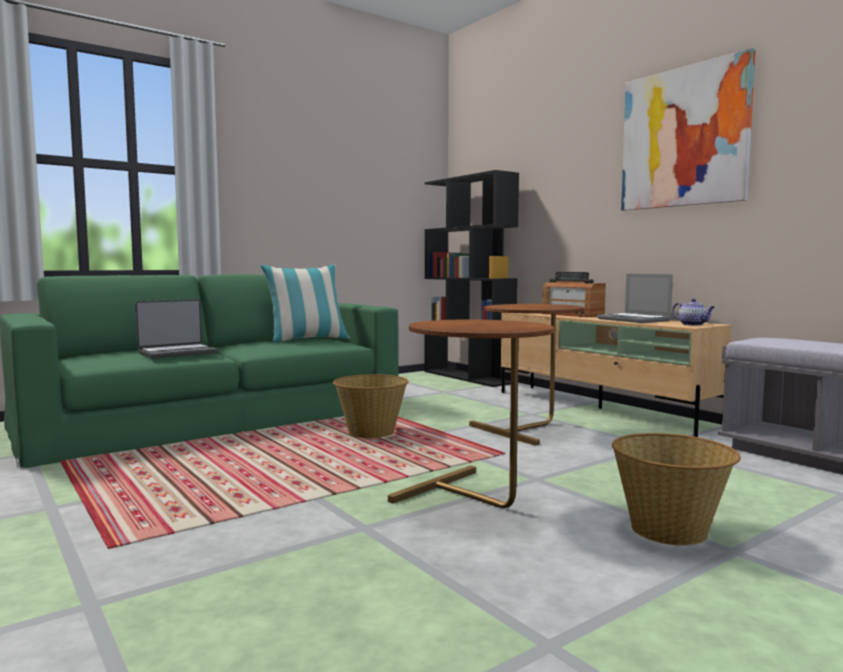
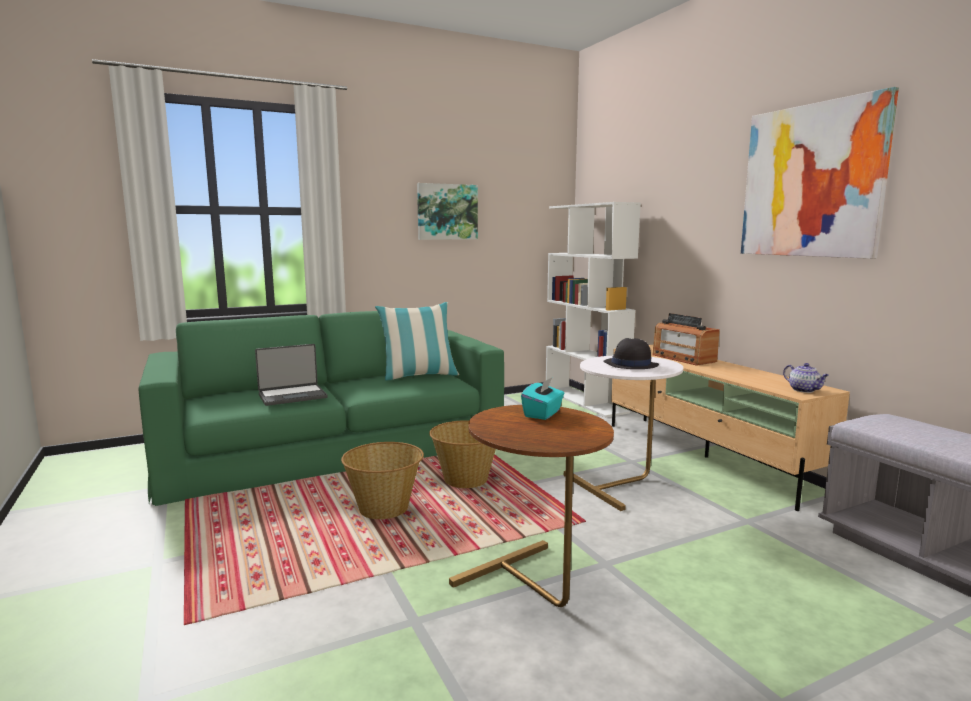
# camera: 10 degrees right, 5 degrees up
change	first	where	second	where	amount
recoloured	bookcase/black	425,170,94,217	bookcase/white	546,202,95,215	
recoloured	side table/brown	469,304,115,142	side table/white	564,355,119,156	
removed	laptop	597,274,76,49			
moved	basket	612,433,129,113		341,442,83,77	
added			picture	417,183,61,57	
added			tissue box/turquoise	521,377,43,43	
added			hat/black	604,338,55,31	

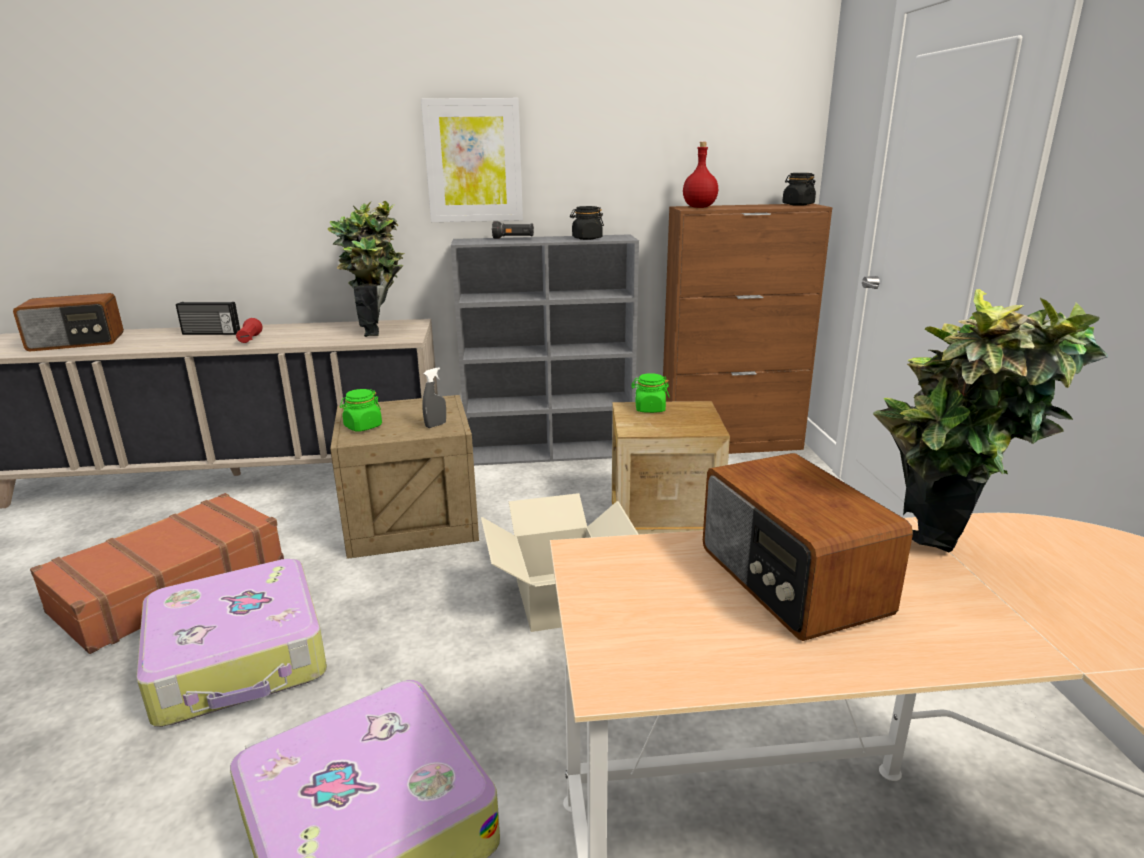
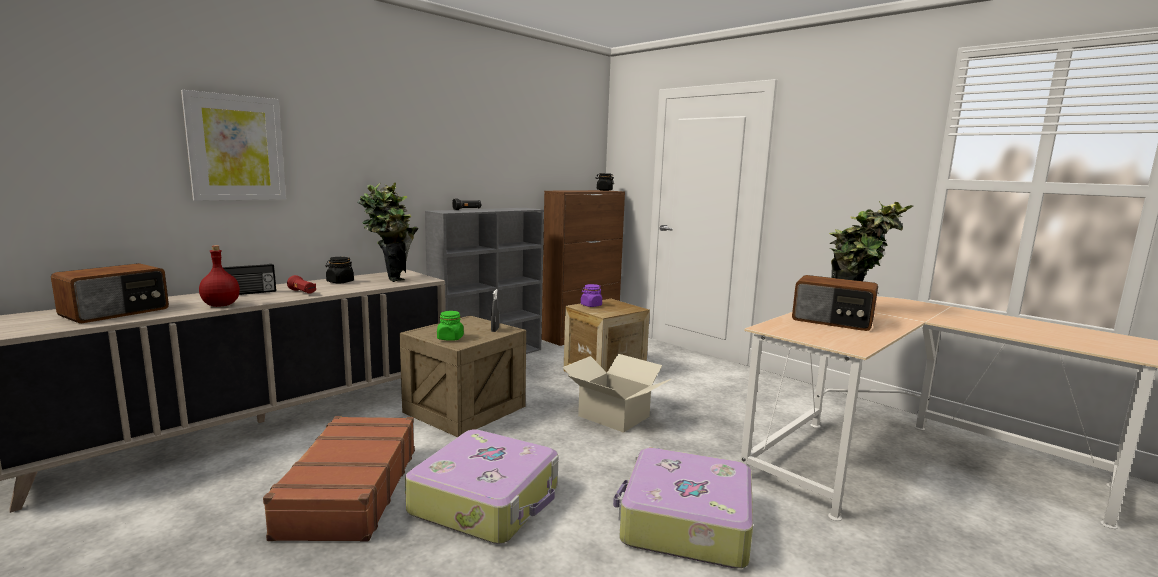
# camera: 40 degrees left, 10 degrees down
change	first	where	second	where	amount
moved	picture	421,98,102,124		181,90,105,111	
moved	jar/black	570,206,34,34		326,257,28,26	
recoloured	jar/green	631,373,39,40	jar/purple	581,284,21,23	
moved	bottle/red	683,142,35,66		199,245,41,62	

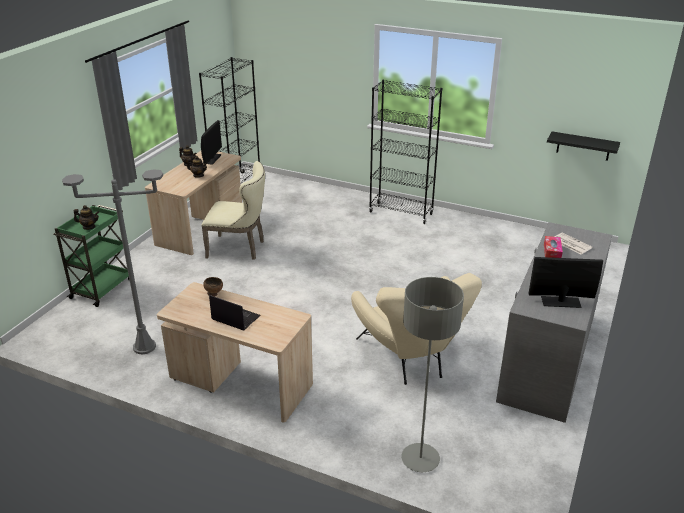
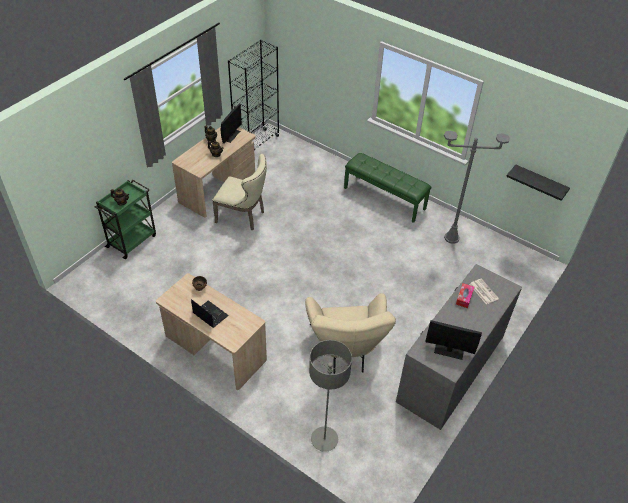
# camera: 10 degrees right, 15 degrees up
change	first	where	second	where	amount
moved	floor lamp/grey	62,169,101,185		444,131,66,113	
replaced	bookcase/black	369,79,73,145	bench/green	344,153,87,70	

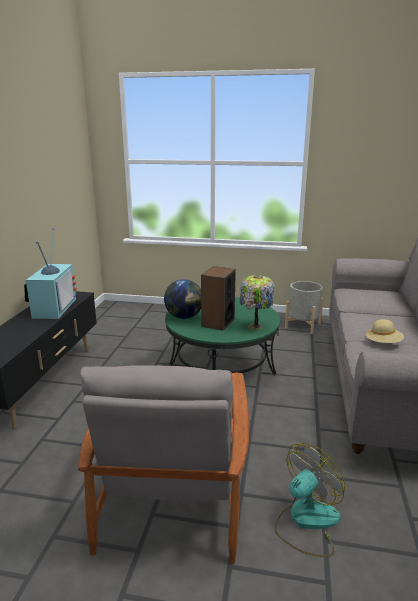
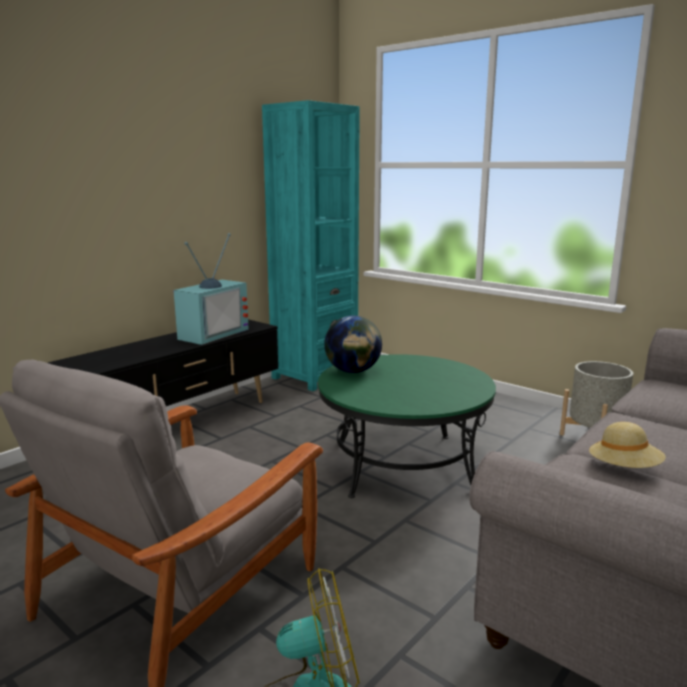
# camera: 30 degrees right, 5 degrees down
change	first	where	second	where	amount
removed	speaker	201,266,35,65			
removed	table lamp	240,275,35,55			
added			bookcase/turquoise	262,100,98,291	

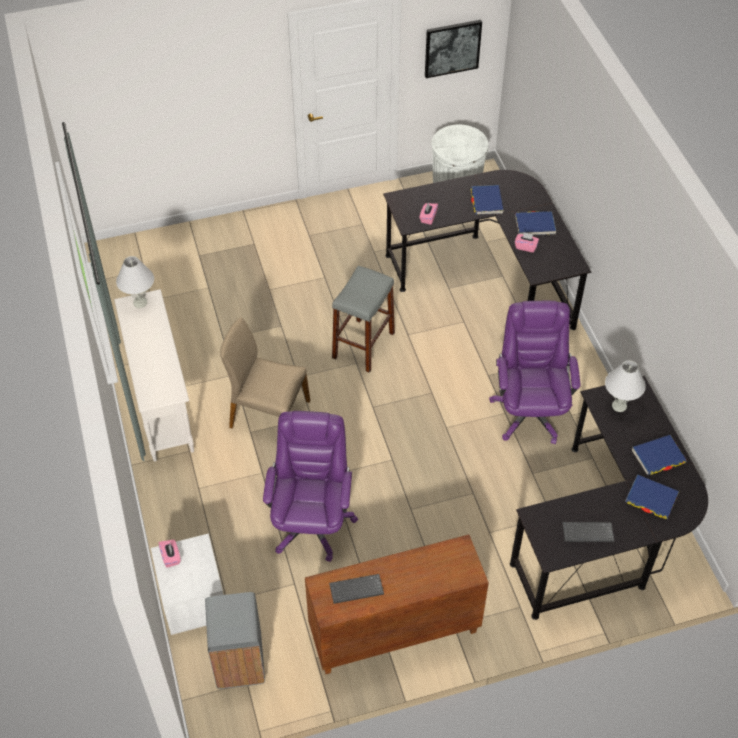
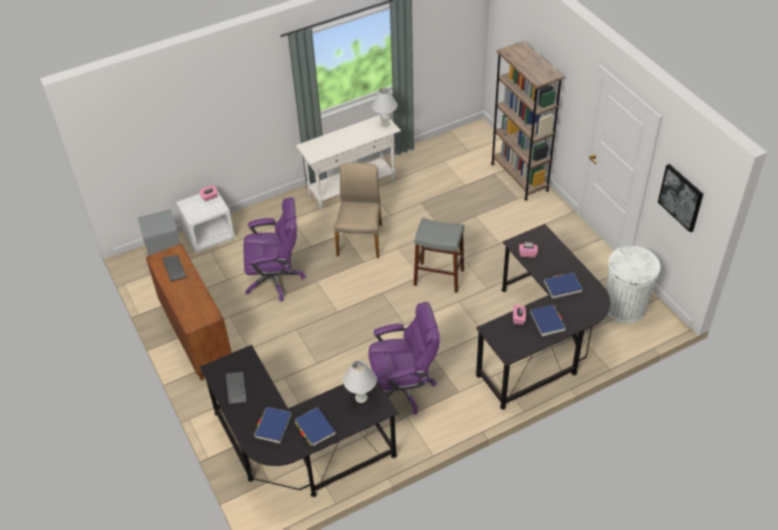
# camera: 80 degrees right, 5 degrees down
change	first	where	second	where	amount
added			bookcase/brown	491,41,73,160	

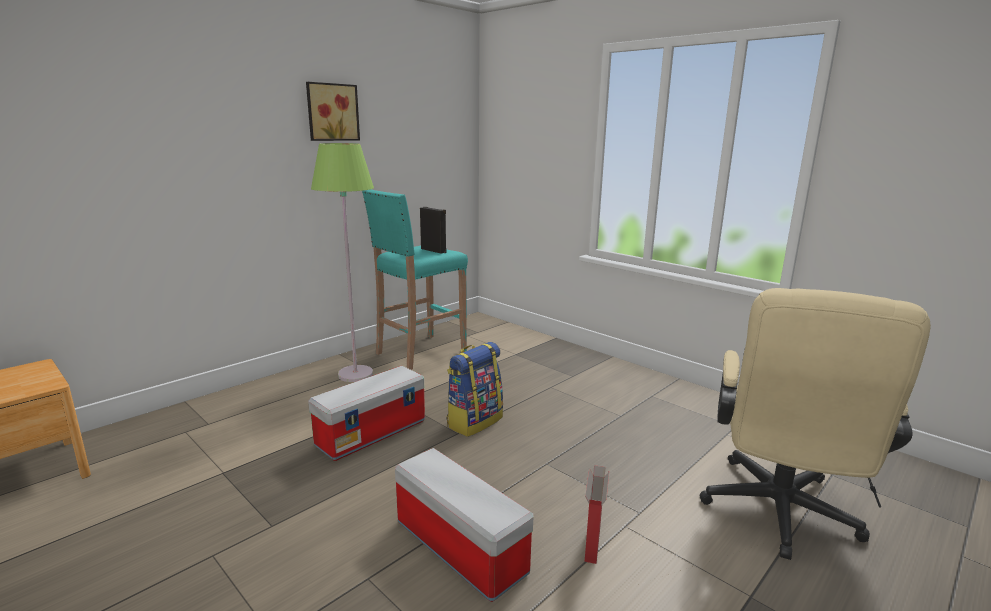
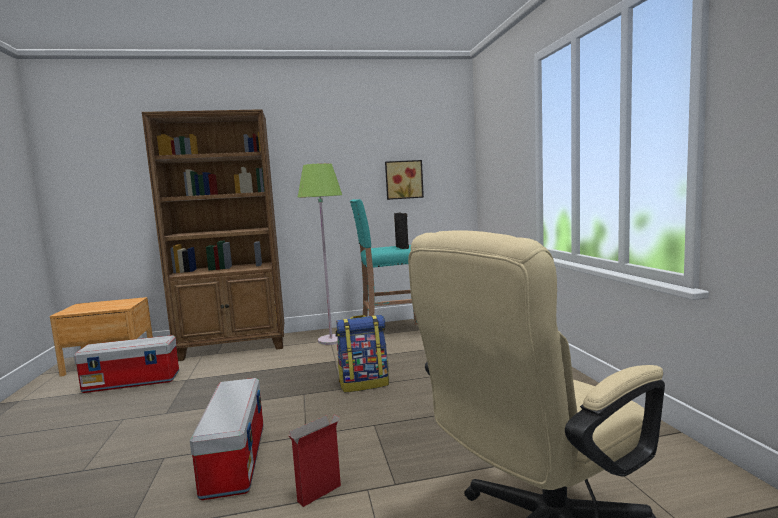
# camera: 35 degrees right, 10 degrees down
change	first	where	second	where	amount
moved	picture	306,82,54,59		385,160,39,40	
moved	storage box	308,366,117,95		74,335,105,58	
added			bookcase/brown	142,109,142,252	

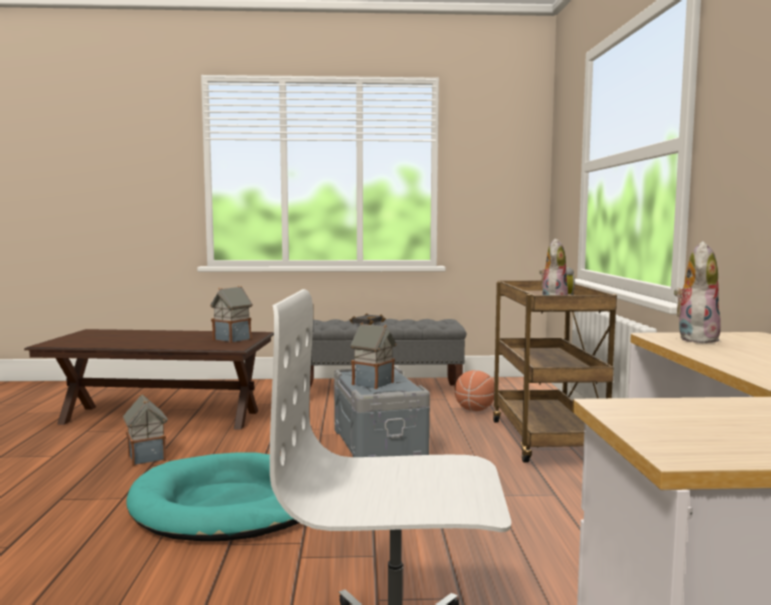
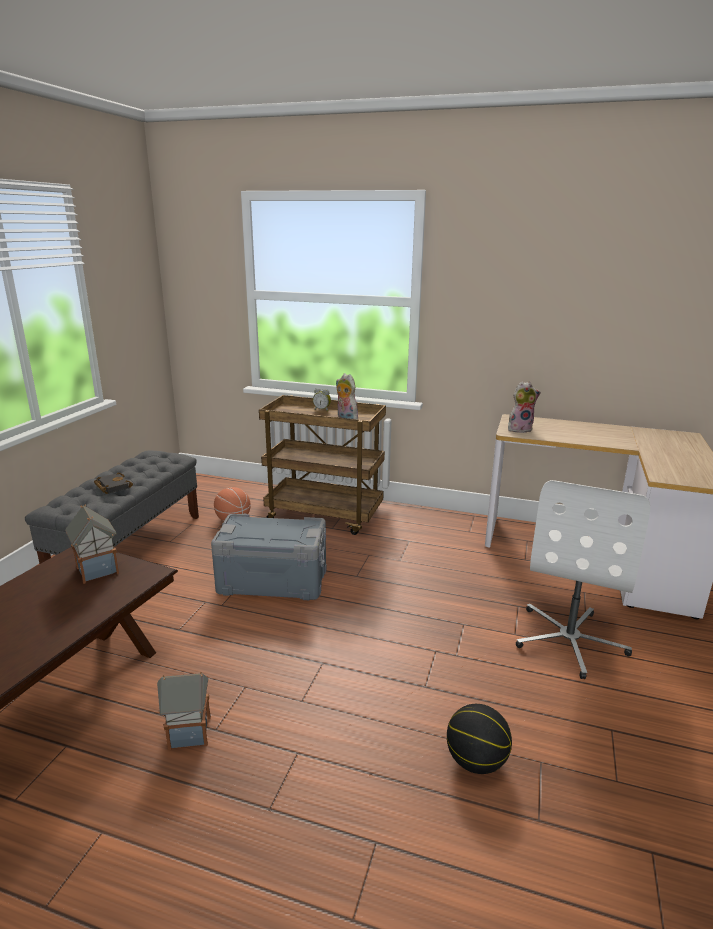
# camera: 70 degrees left, 15 degrees up
change	first	where	second	where	amount
removed	dog bed/turquoise	126,452,173,89			
removed	toy house	350,322,46,67			
turned	plush toy	674,241,47,102		508,382,33,51	120 degrees clockwise
added			basketball	447,704,65,70	

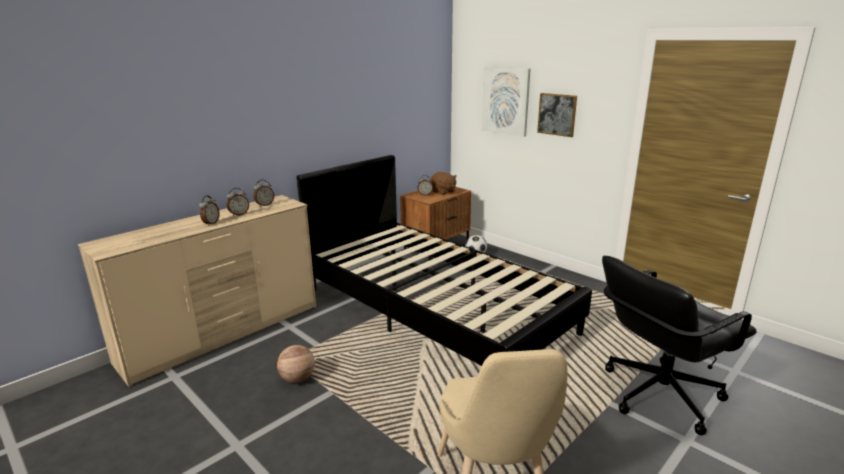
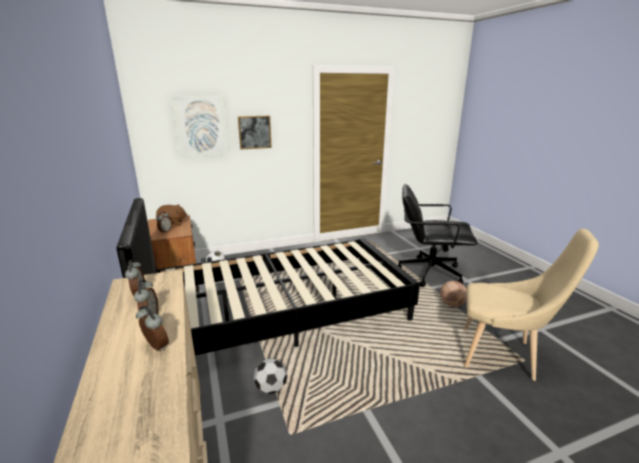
# camera: 65 degrees left, 0 degrees up
change	first	where	second	where	amount
moved	basketball	277,345,38,38		440,281,27,26	
turned	office chair/black	602,256,155,179		398,184,79,103	105 degrees clockwise
added			football	254,358,33,36	

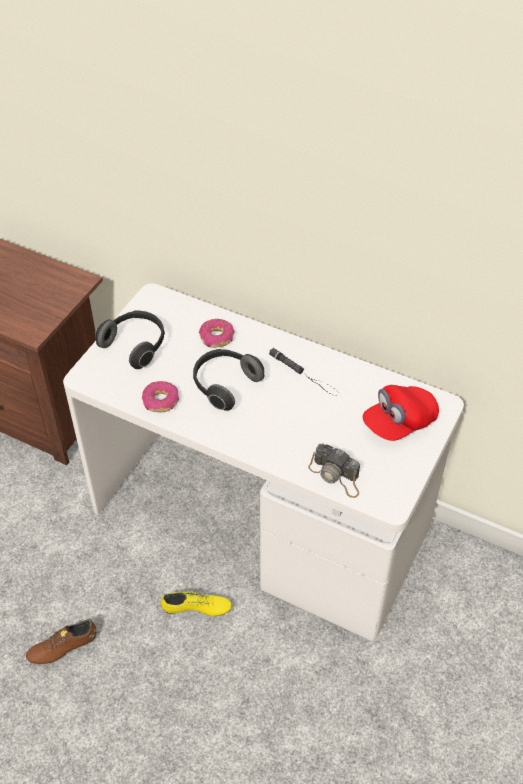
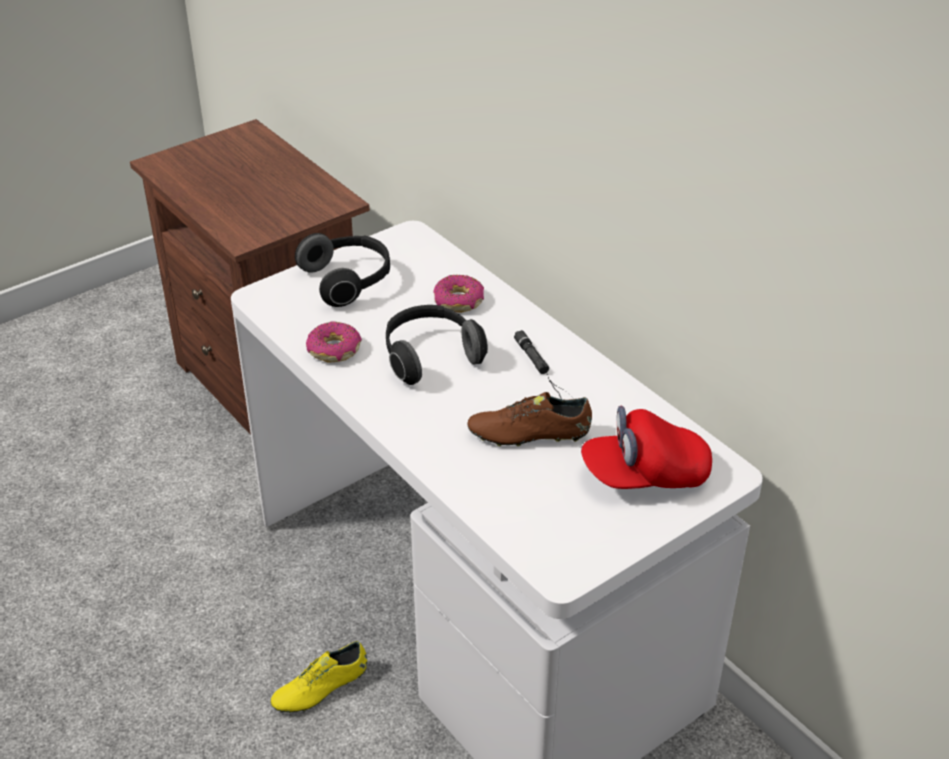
# camera: 25 degrees right, 10 degrees down
change	first	where	second	where	amount
moved	shoe/brown	26,619,70,45		467,392,125,54	
turned	shoe/yellow	161,591,71,25		271,641,96,72	120 degrees clockwise
removed	photo camera	308,444,52,54			

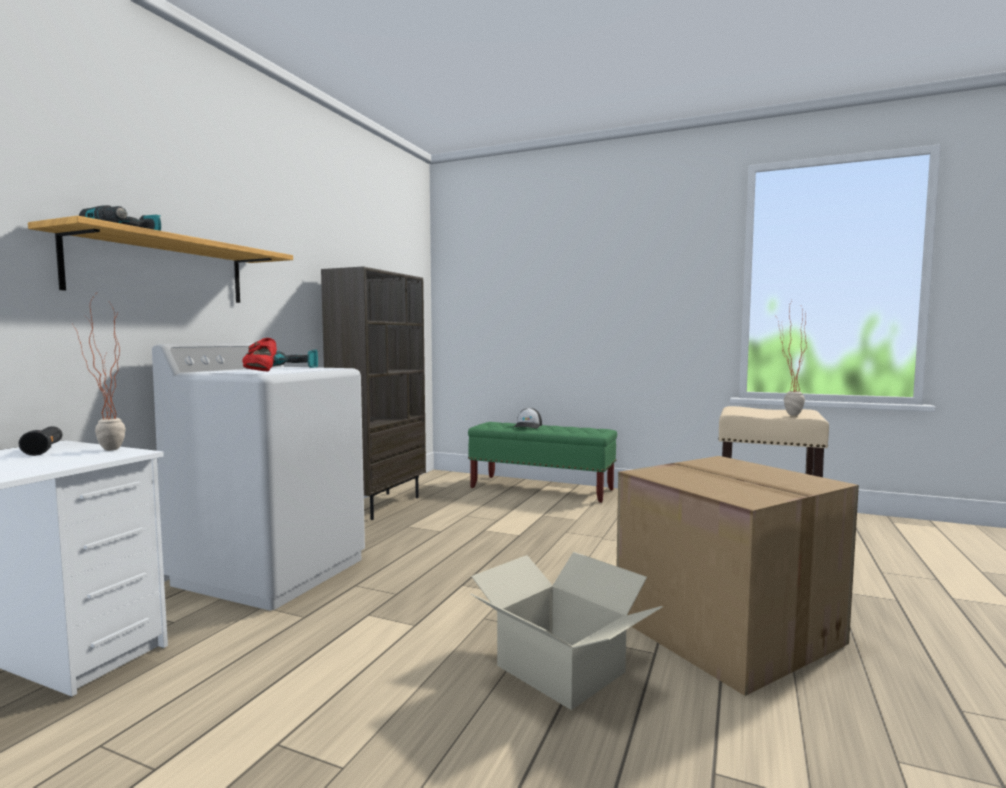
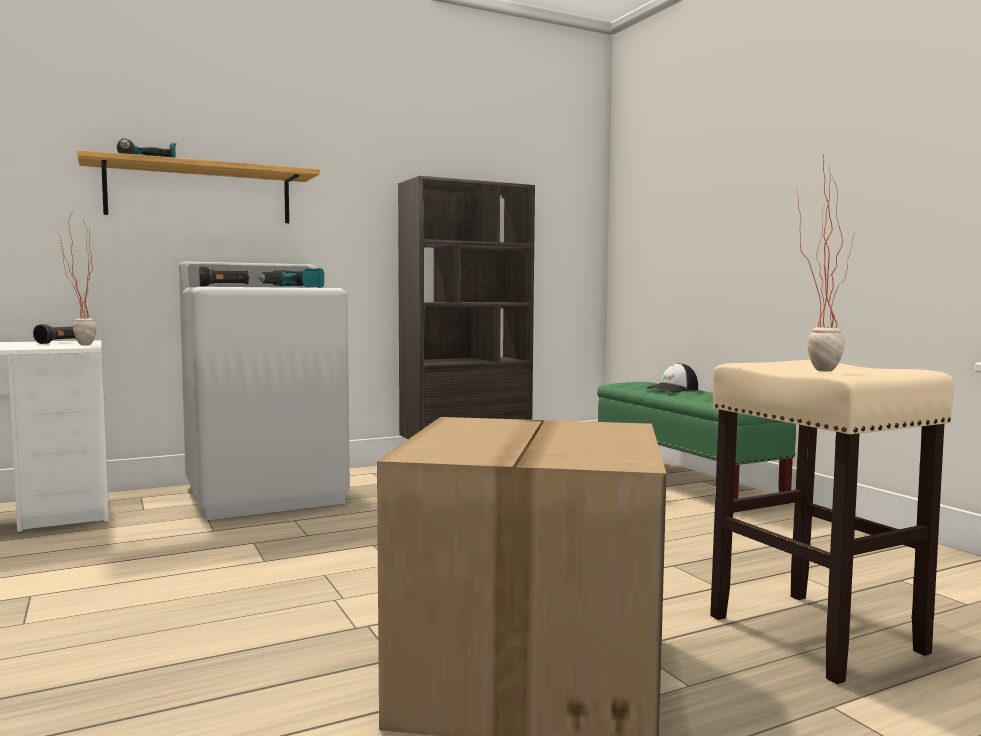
# camera: 40 degrees right, 0 degrees up
change	first	where	second	where	amount
replaced	shoe/red	242,338,35,33	flashlight/black	199,267,50,20	
removed	cardboard box	471,552,192,158			

